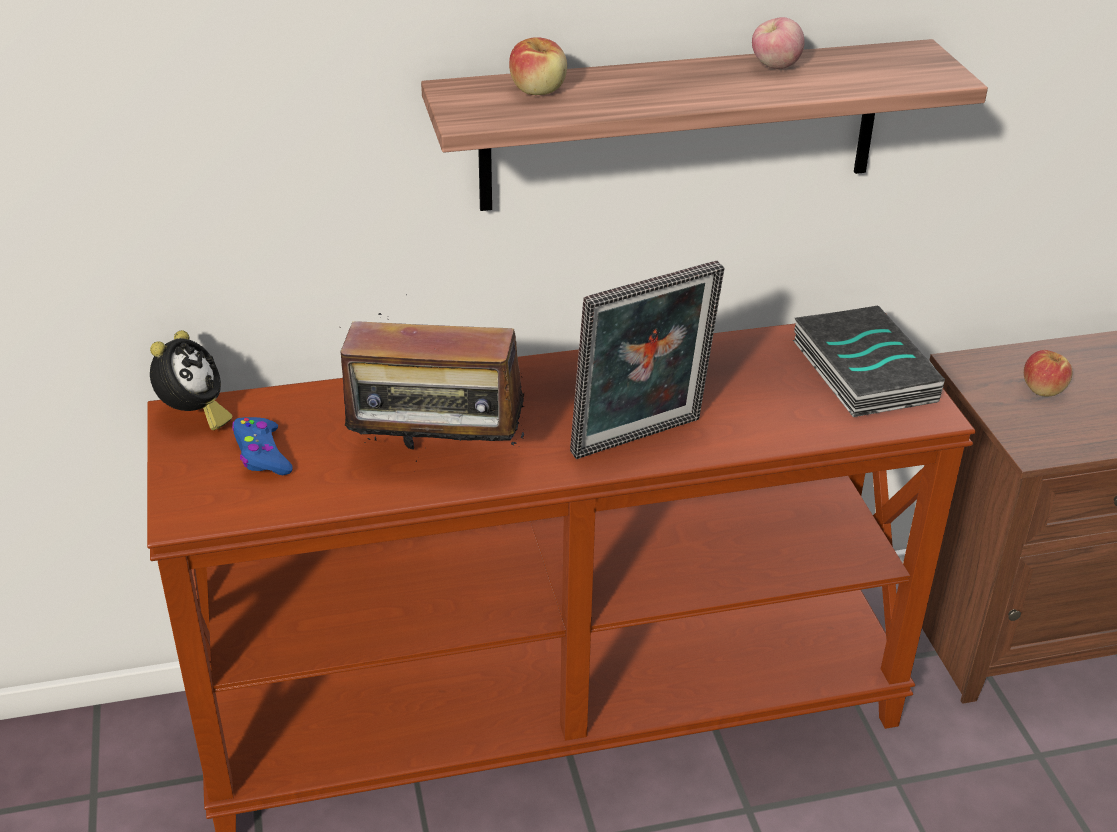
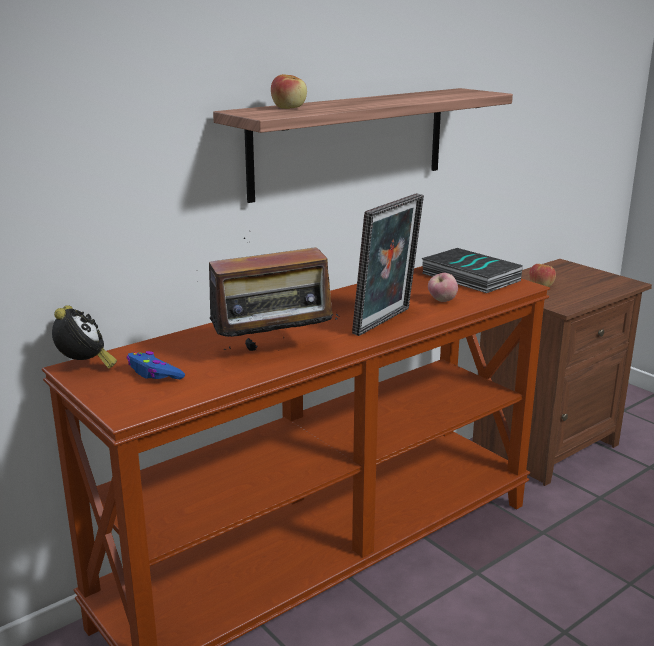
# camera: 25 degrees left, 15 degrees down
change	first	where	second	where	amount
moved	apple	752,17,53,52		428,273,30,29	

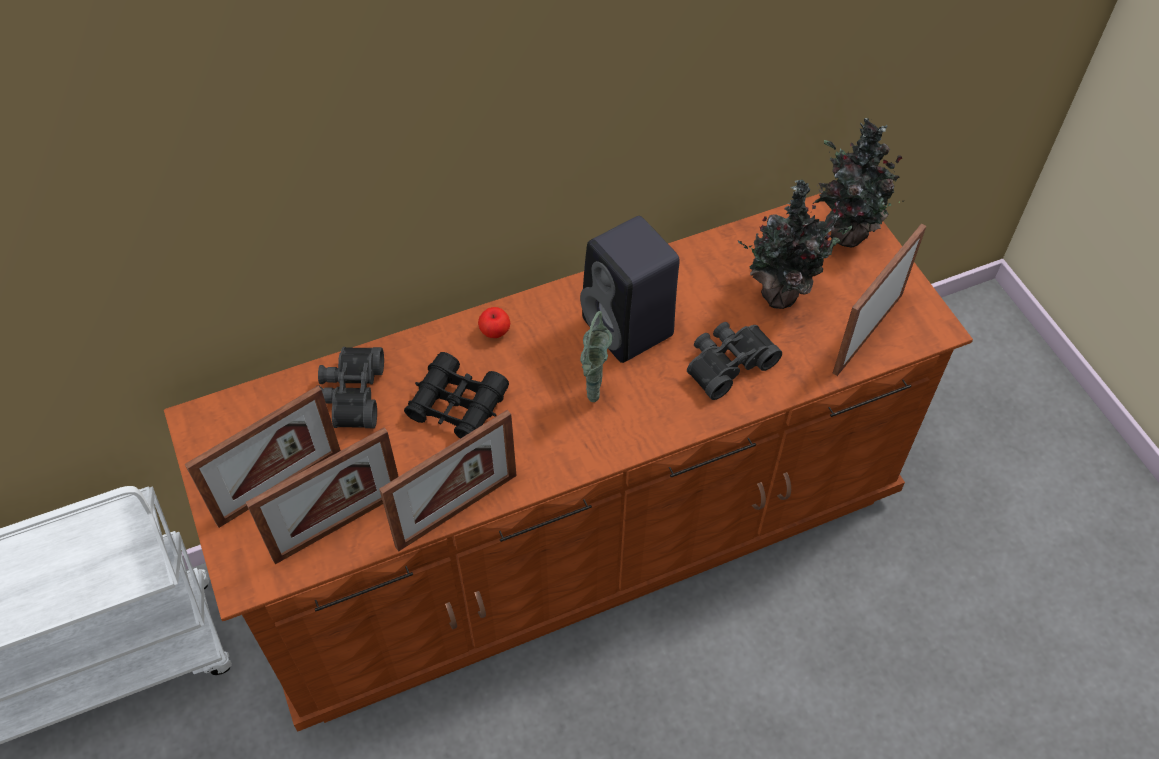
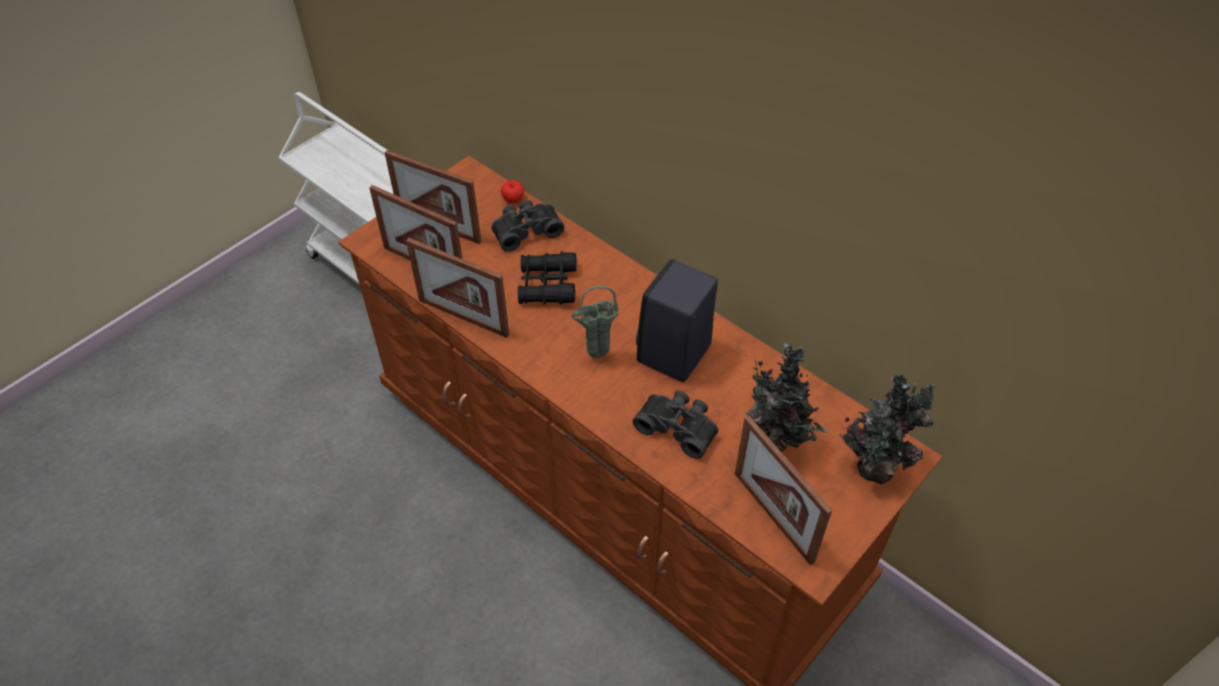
# camera: 65 degrees right, 5 degrees down
change	first	where	second	where	amount
moved	apple	478,307,32,31		501,180,23,23	
turned	picture frame	833,224,93,152		735,416,97,149	135 degrees counterclockwise

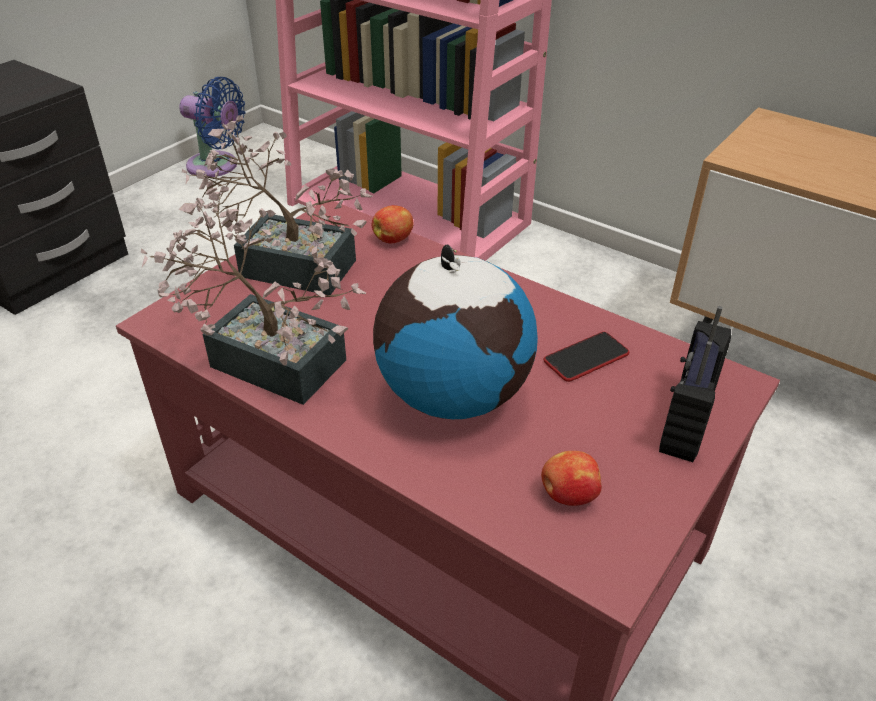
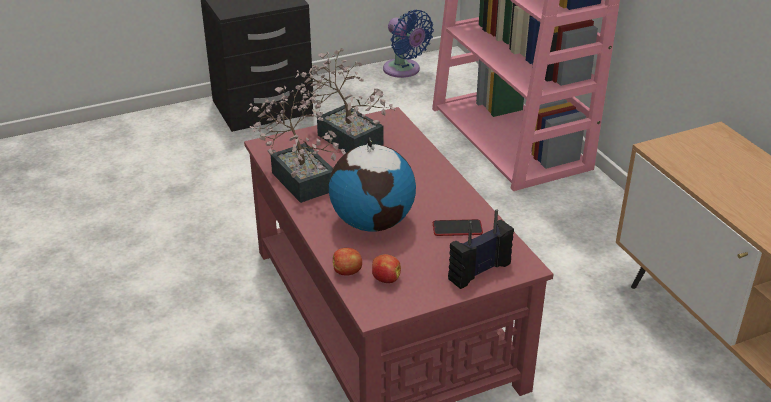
# camera: 30 degrees right, 5 degrees down
change	first	where	second	where	amount
moved	apple	372,205,41,38		333,248,29,28	

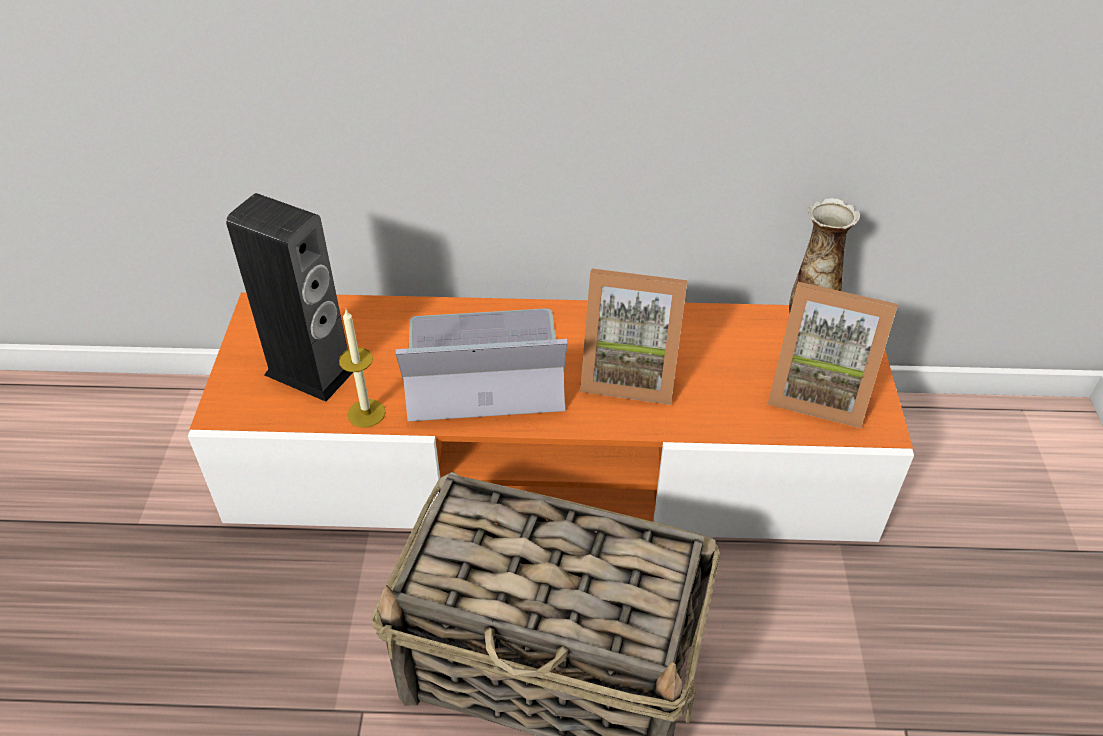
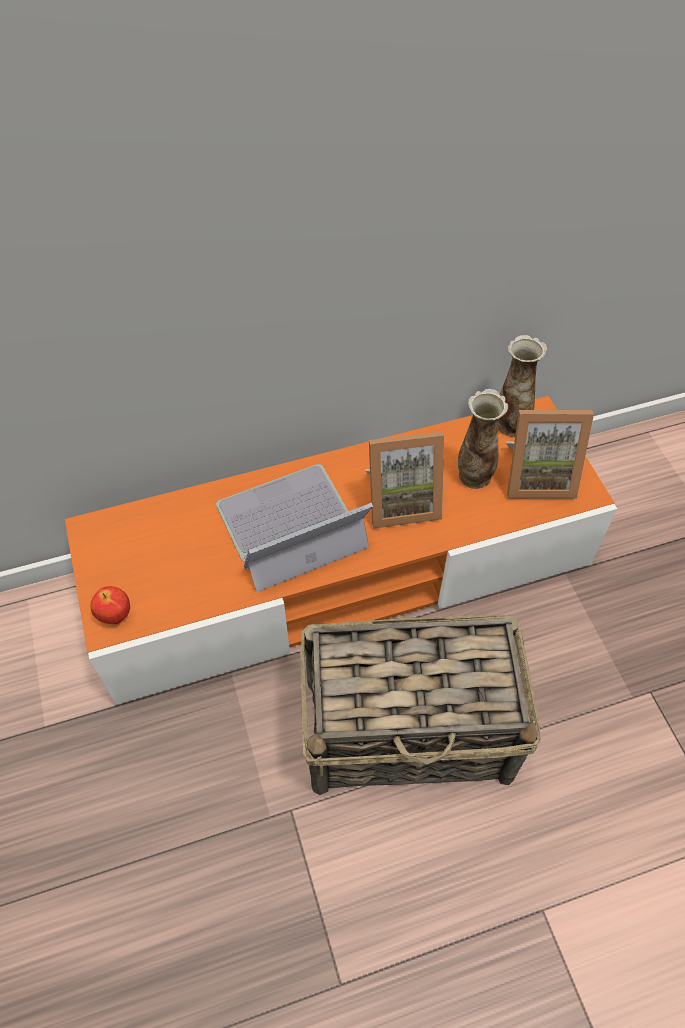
# camera: 20 degrees left, 10 degrees up
change	first	where	second	where	amount
removed	speaker	226,193,127,209			
removed	candle	339,308,47,120			
added			apple	90,586,40,38	
added			vase	458,389,50,100	

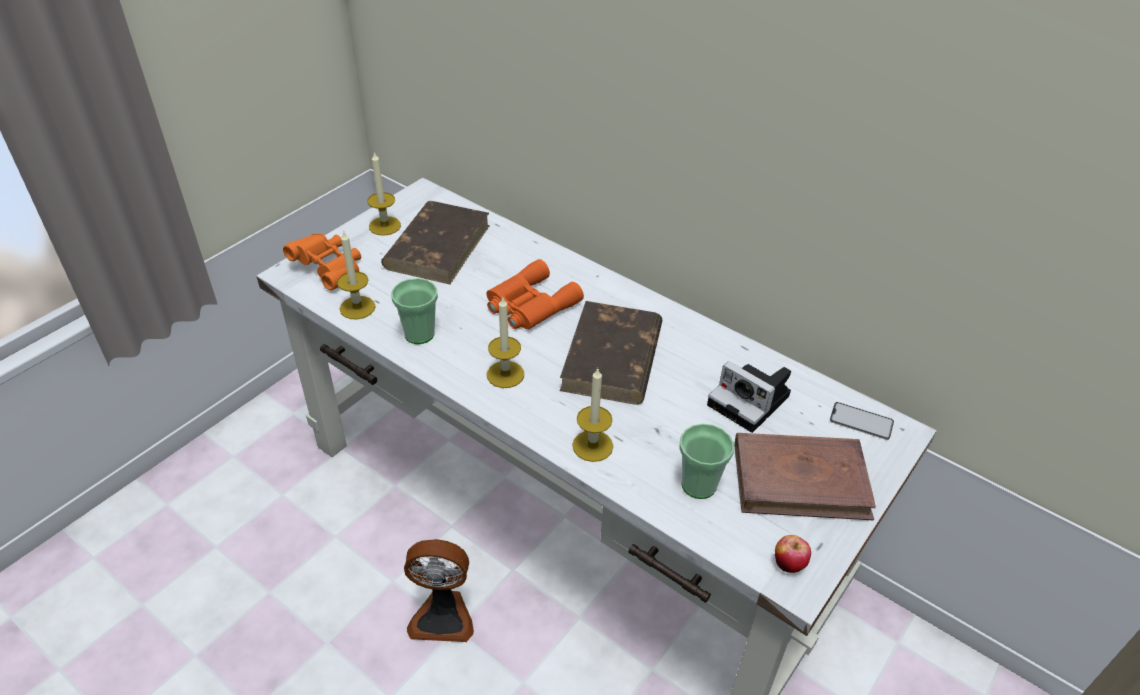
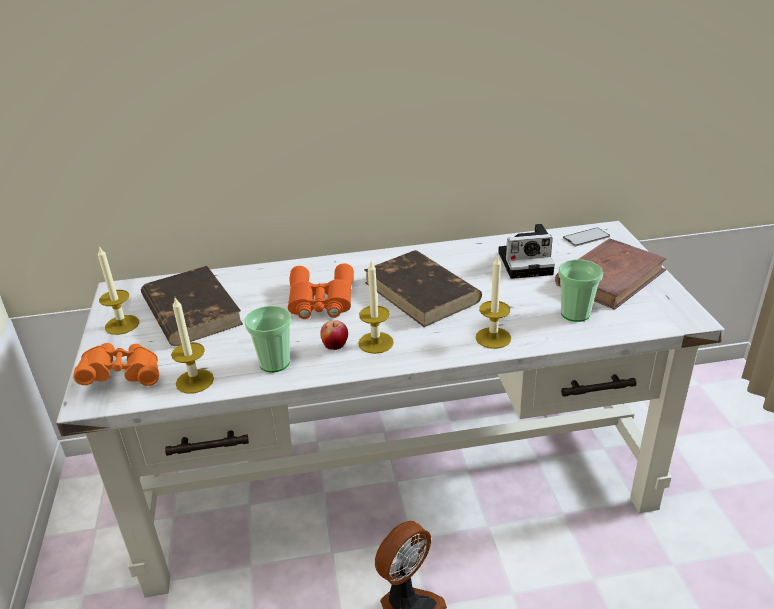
# camera: 45 degrees left, 10 degrees down
change	first	where	second	where	amount
moved	apple	775,535,36,38		320,321,28,29	

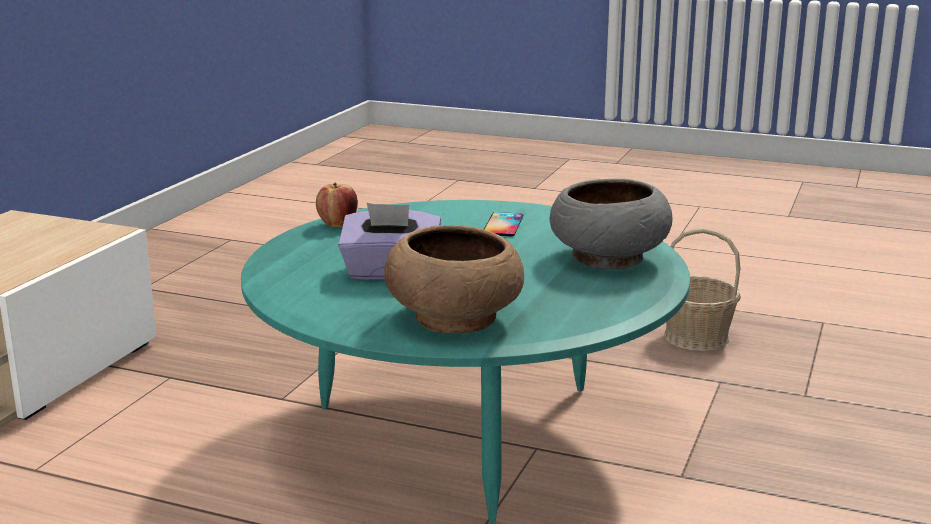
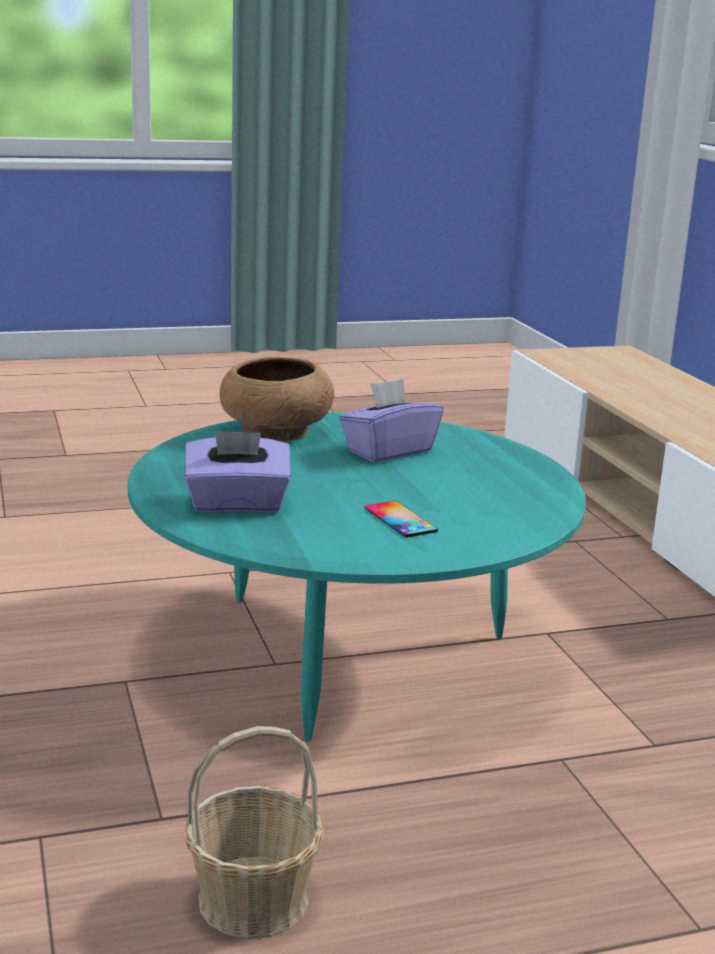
# camera: 140 degrees right, 0 degrees up
change	first	where	second	where	amount
removed	apple	316,182,42,45			
replaced	bowl/grey	550,179,123,91	tissue box/purple	184,430,107,83	

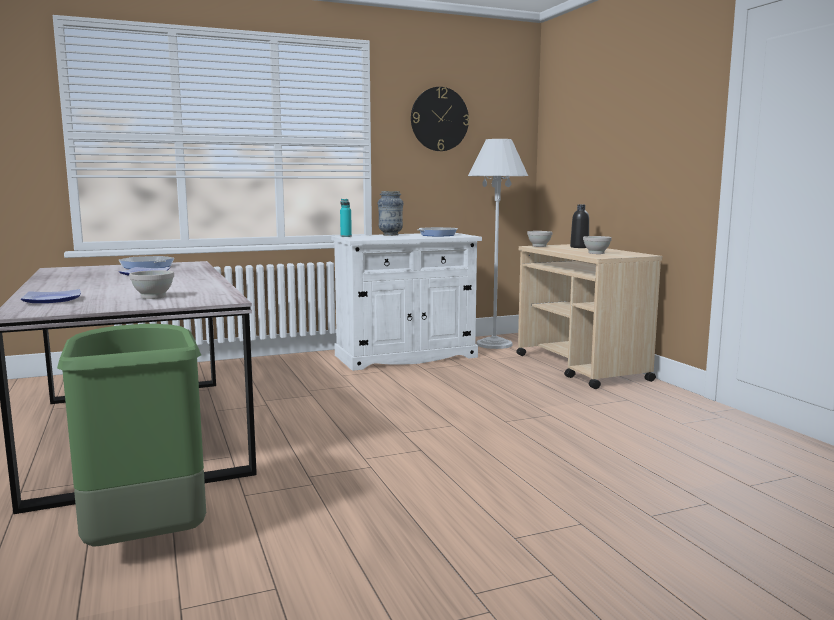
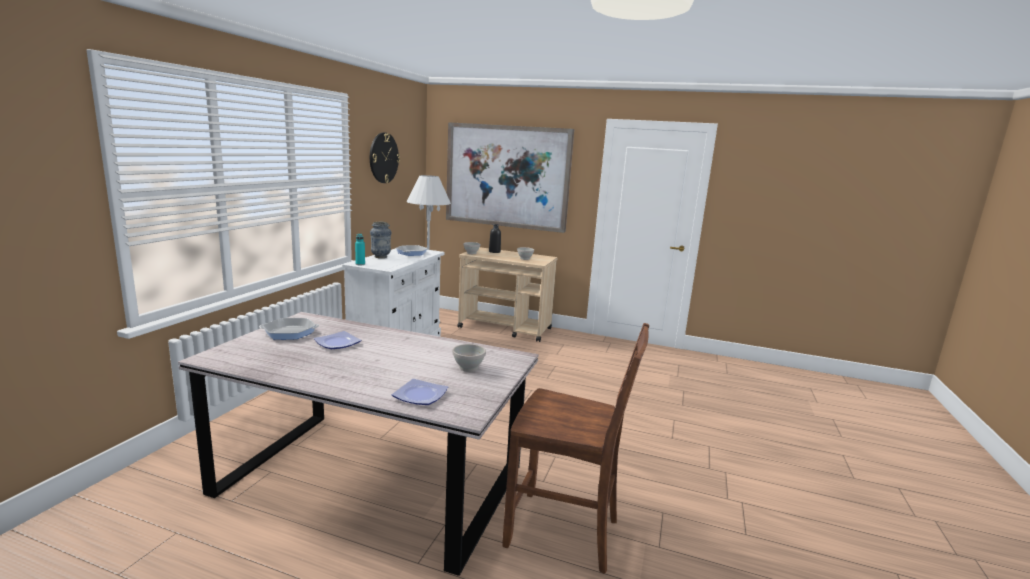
# camera: 50 degrees left, 5 degrees up
change	first	where	second	where	amount
replaced	trash can/green	57,324,149,223	chair/brown	502,323,147,251	
added			picture	446,122,128,111	

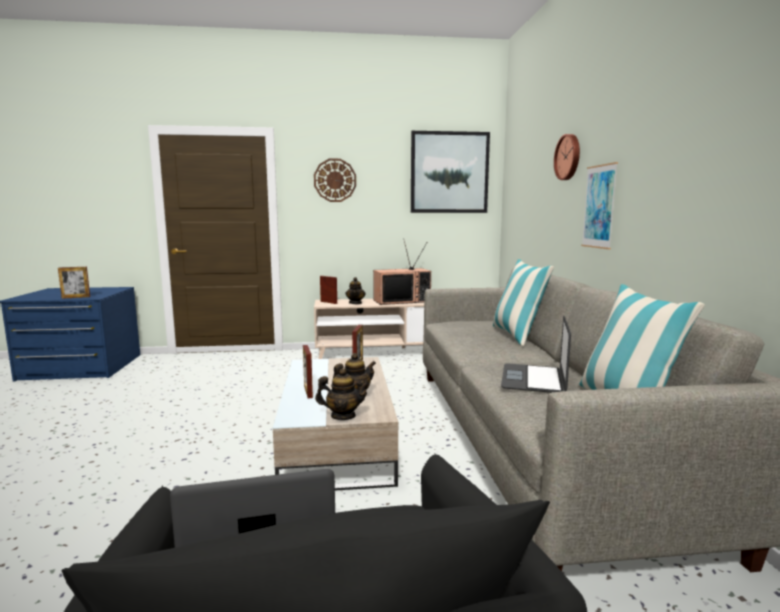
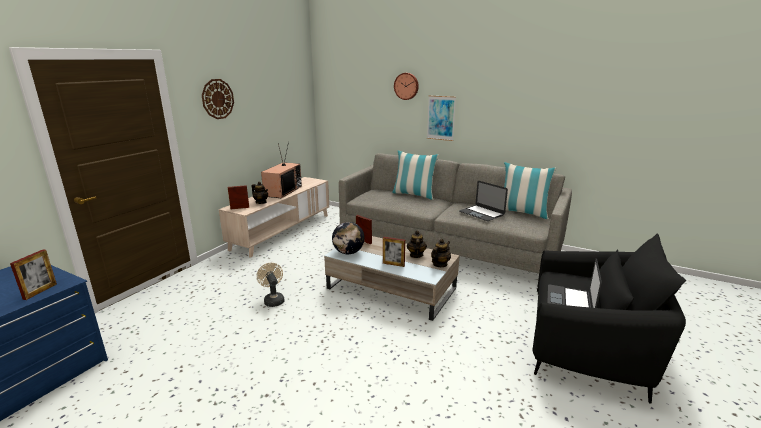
# camera: 55 degrees left, 10 degrees up
change	first	where	second	where	amount
removed	picture	411,131,79,82			
added			fan/beige	256,263,28,44	
added			globe	332,222,33,32	

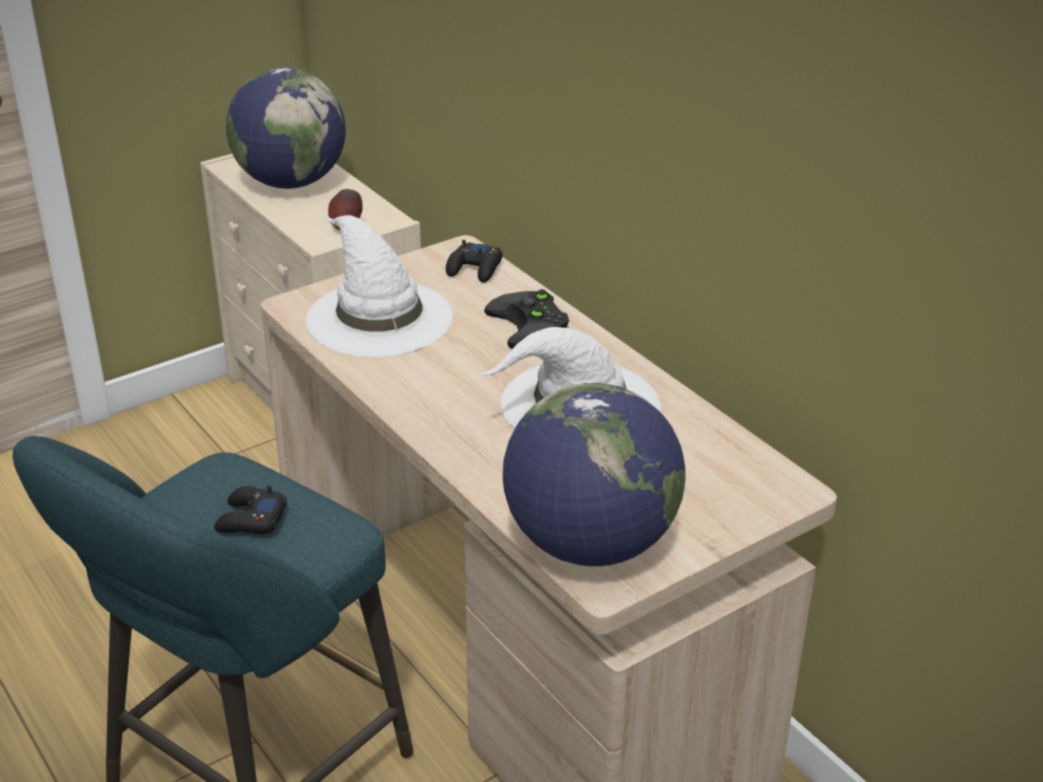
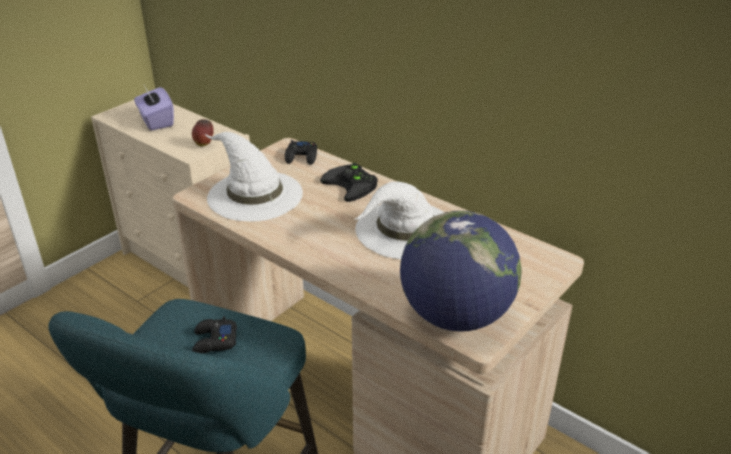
# camera: 15 degrees left, 0 degrees up
change	first	where	second	where	amount
replaced	globe	226,68,120,121	tissue box/purple	134,85,40,46	

